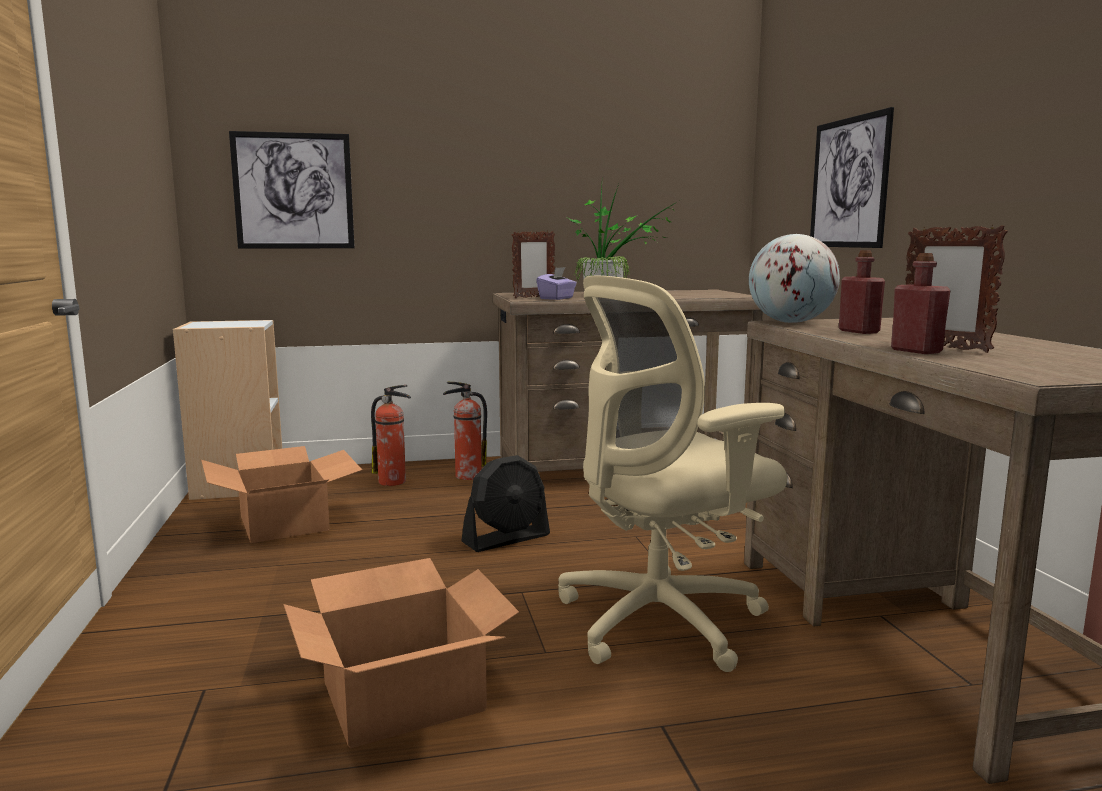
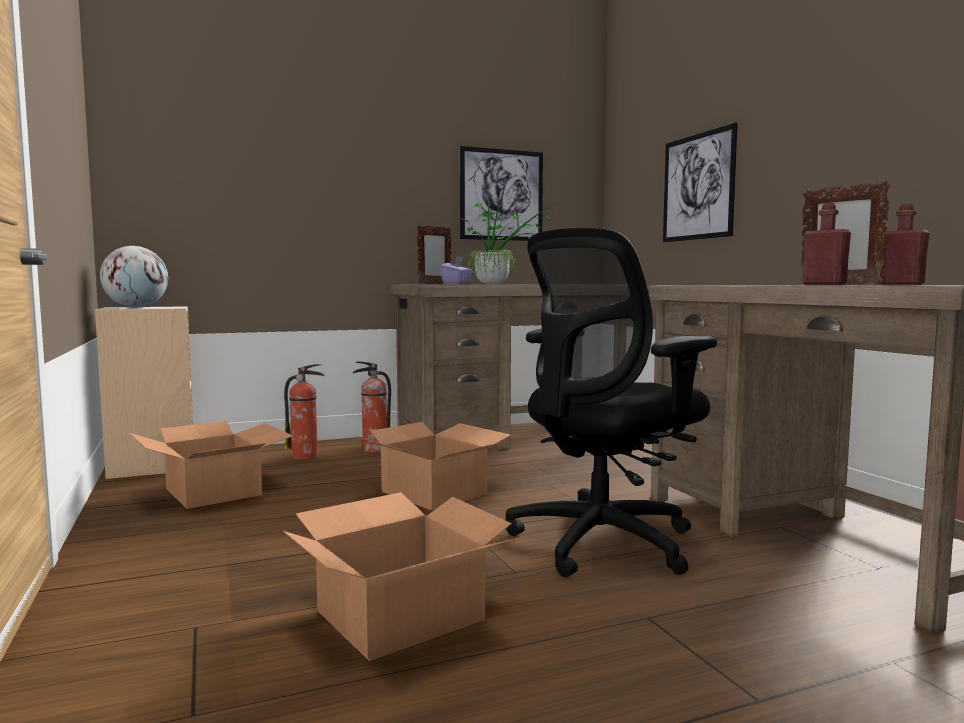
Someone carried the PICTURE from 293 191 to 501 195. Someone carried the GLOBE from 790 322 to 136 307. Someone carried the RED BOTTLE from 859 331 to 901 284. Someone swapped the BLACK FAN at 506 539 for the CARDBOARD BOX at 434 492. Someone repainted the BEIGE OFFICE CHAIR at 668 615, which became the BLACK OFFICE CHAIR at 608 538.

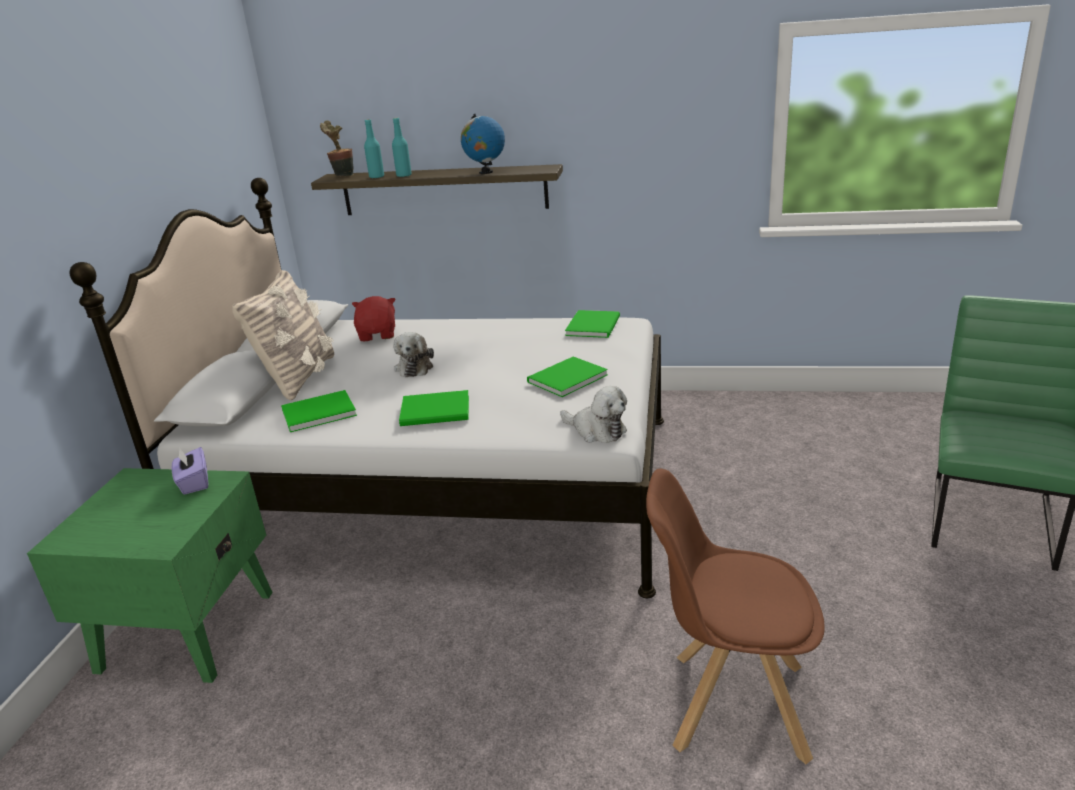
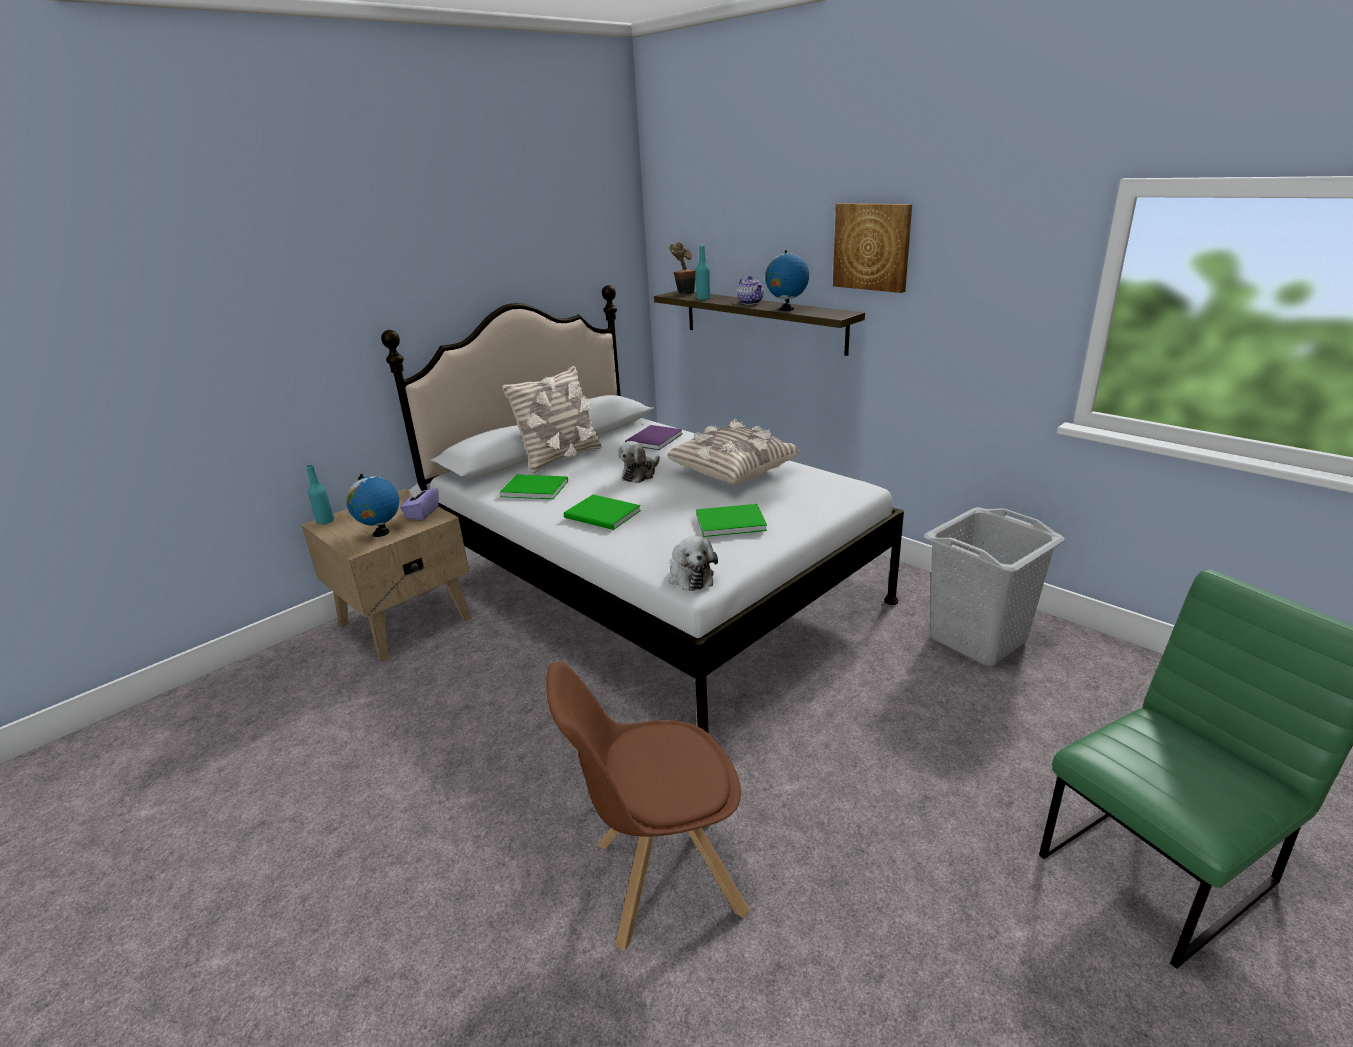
Someone took away the GREEN BOOK at 595 325. Someone put down the GLOBE at 381 533. Someone put down the BEIGE PILLOW at 733 472. Someone put down the TEAPOT at 751 303. Someone put up the PICTURE at 872 247. Someone put down the GREY LAUNDRY BASKET at 978 639. Someone carried the TURQUOISE BOTTLE from 404 175 to 325 521. Someone swapped the RED PLUSH TOY at 378 335 for the PURPLE BOOK at 652 439. Someone repainted the GREEN NIGHTSTAND at 188 629, which became the BEIGE NIGHTSTAND at 406 620. Someone rotated the BROWN CHAIR at 730 704 by 60 degrees counterclockwise.

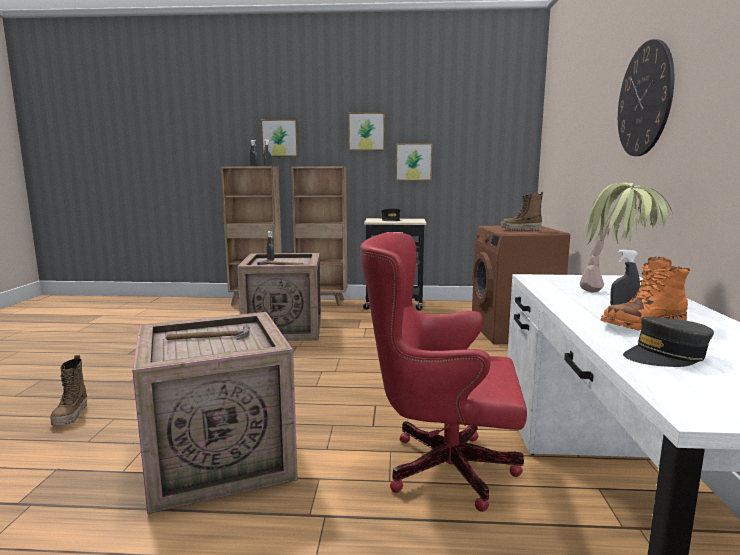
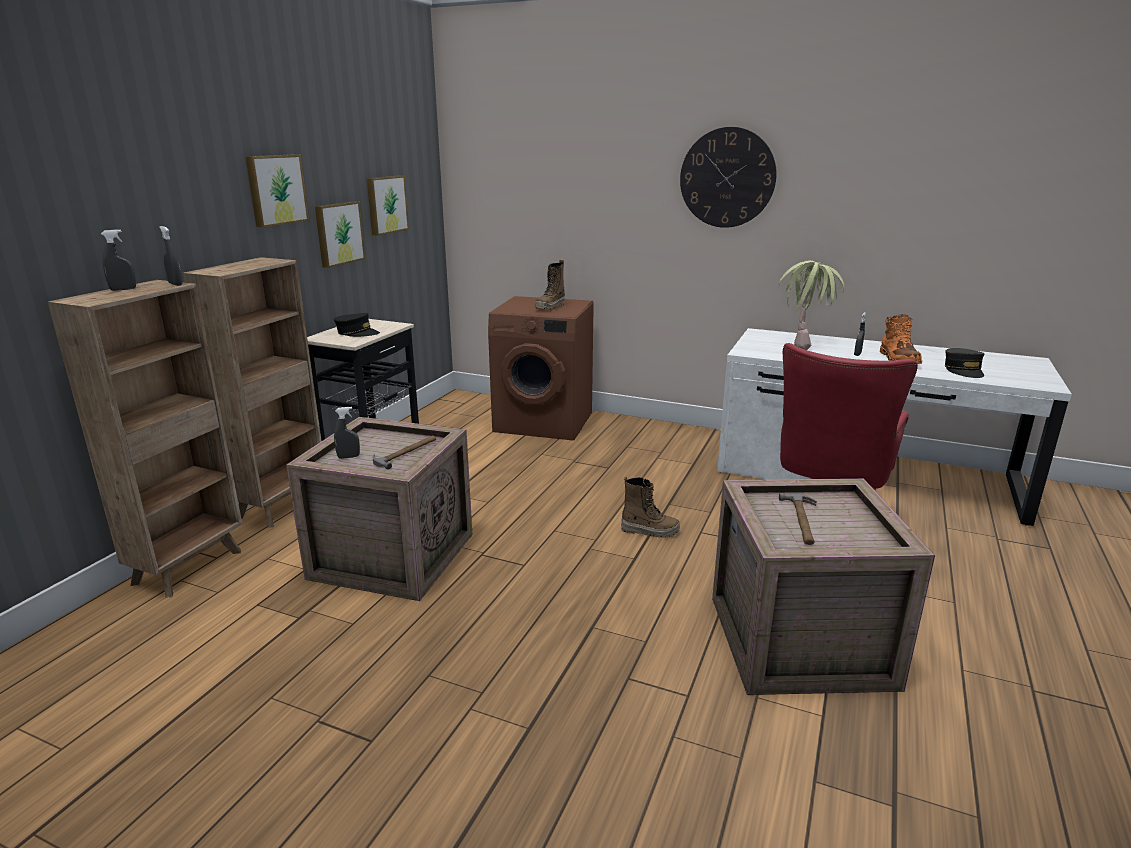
Someone carried the BOOT from 71 416 to 650 531. Someone carried the PICTURE from 280 138 to 386 204.

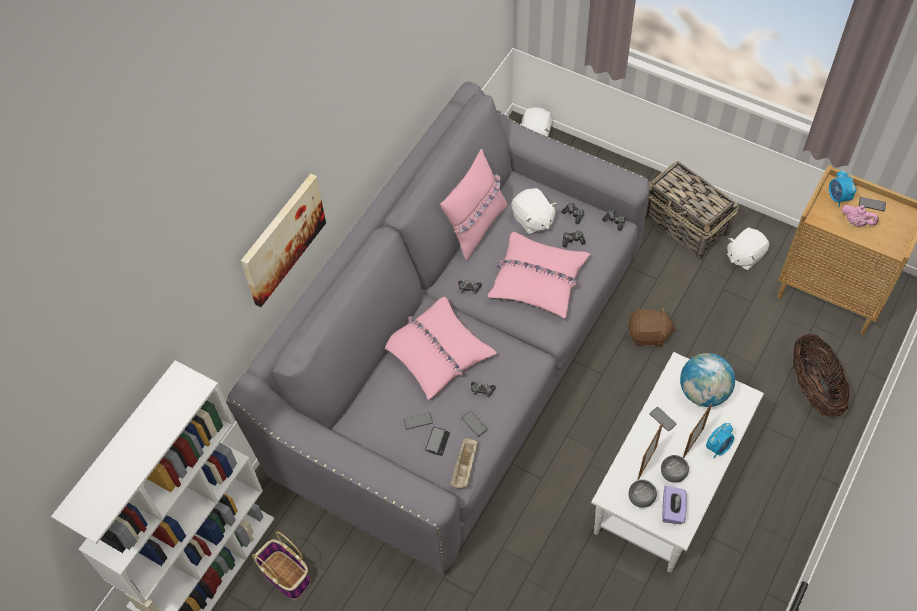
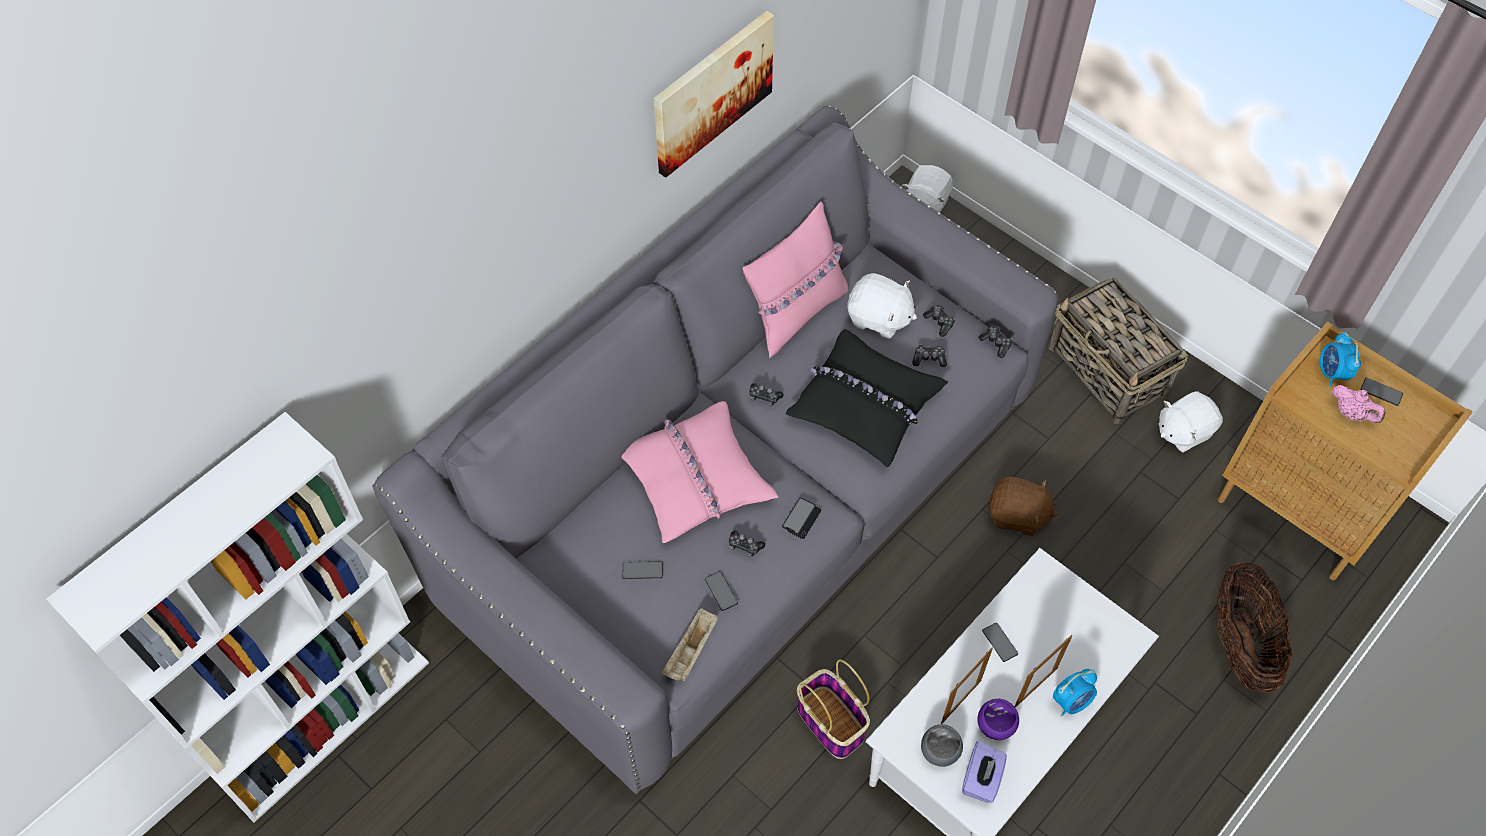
Someone took away the GLOBE at 703 392. Someone carried the PICTURE from 282 239 to 712 92. Someone carried the BASKET from 286 575 to 832 723. Someone carried the PHONE from 437 441 to 801 519. Someone repainted the PINK PILLOW at 537 280, which became the BLACK PILLOW at 864 405. Someone repainted the GREY BOWL at 674 473, which became the PURPLE BOWL at 996 725. Someone rotated the WHITE PLUSH TOY at 532 220 by 45 degrees counterclockwise.

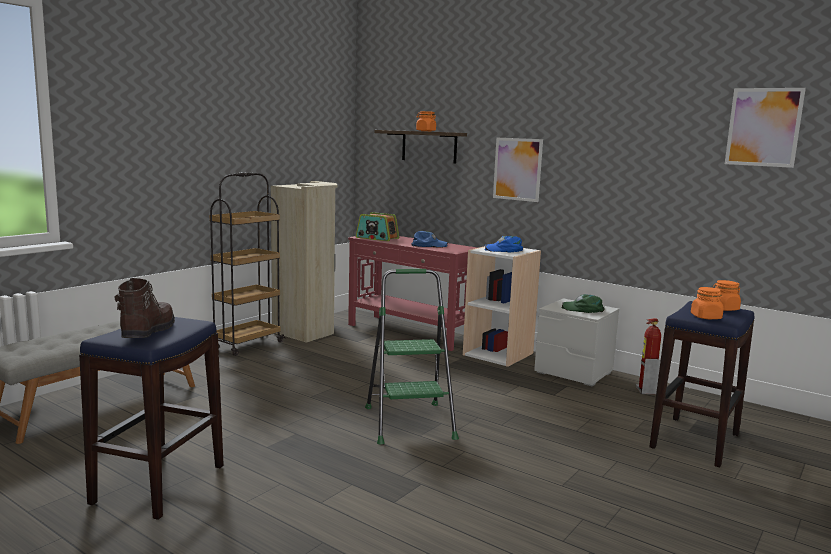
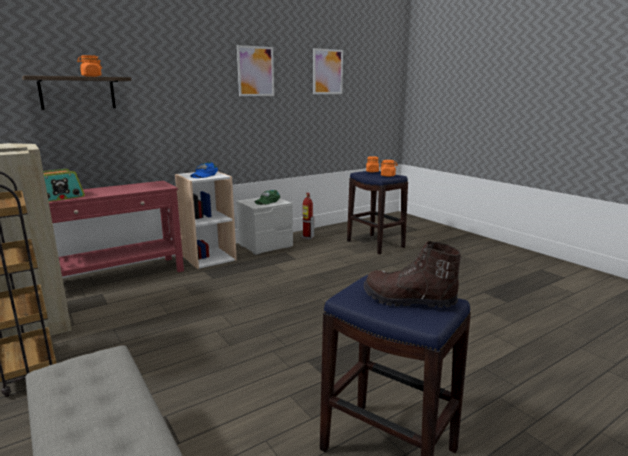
Someone took away the GREEN STEP LADDER at 409 420. Someone took away the BLUE CAP at 428 245. Someone carried the PICTURE from 517 169 to 255 71.

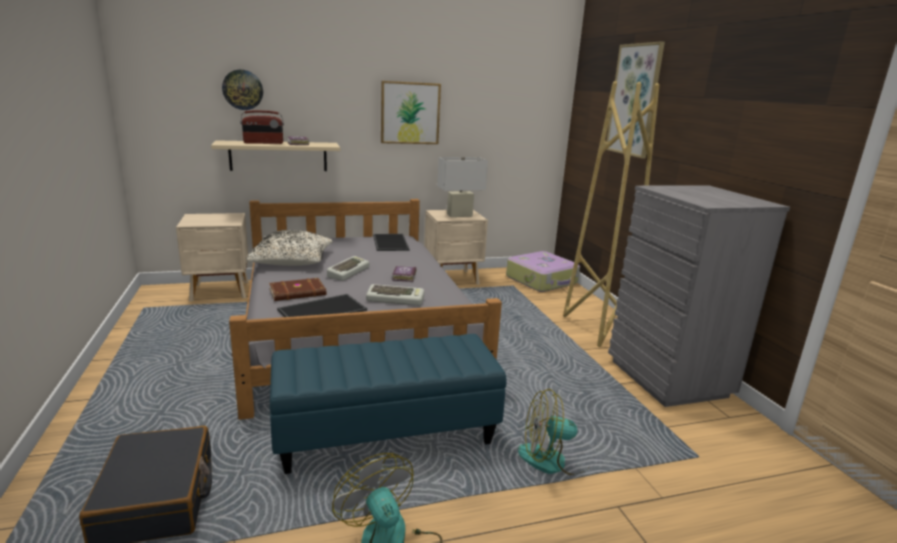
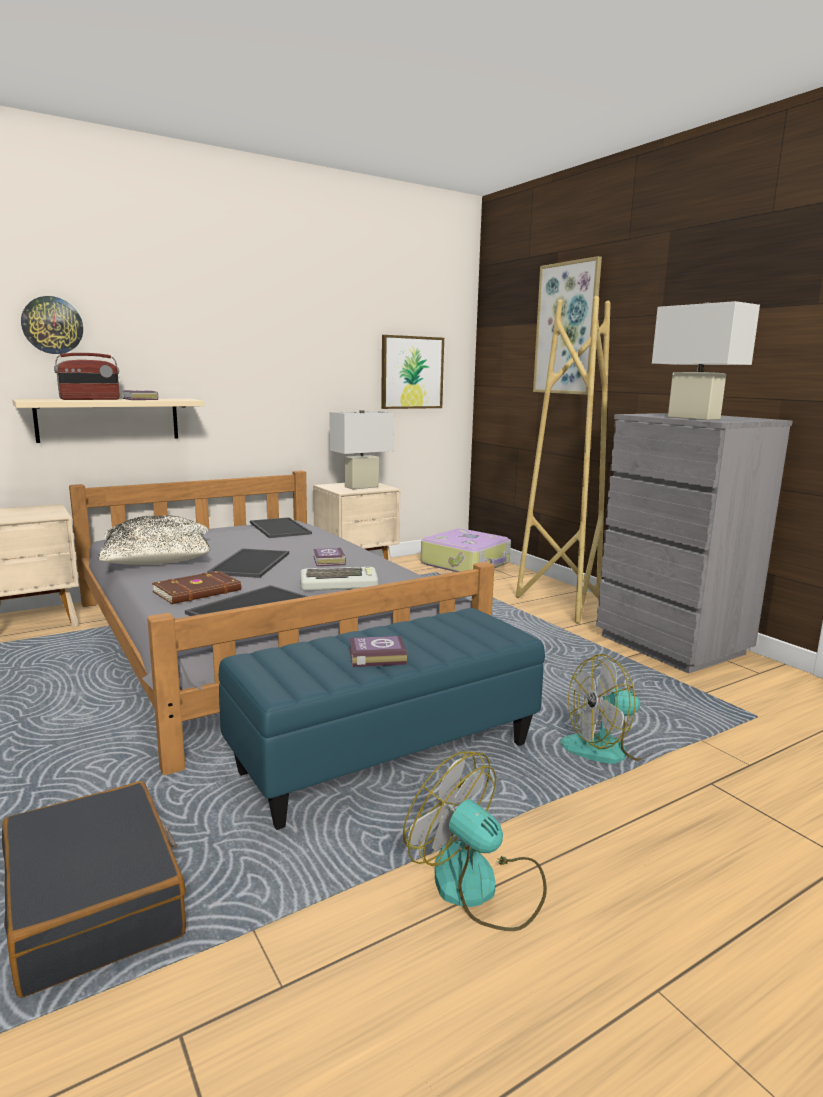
Someone put down the BOOK at 375 656. Someone put down the WHITE TABLE LAMP at 693 418. Someone carried the PICTURE from 410 113 to 412 372. Someone swapped the KEYBOARD at 348 272 for the TRAY at 249 563.

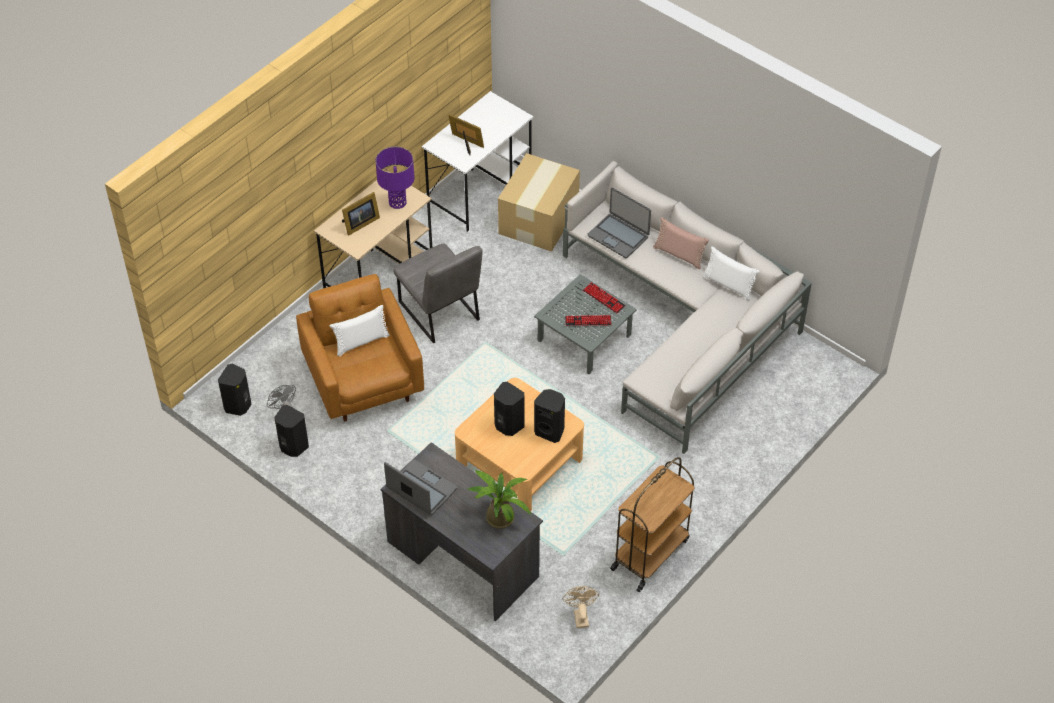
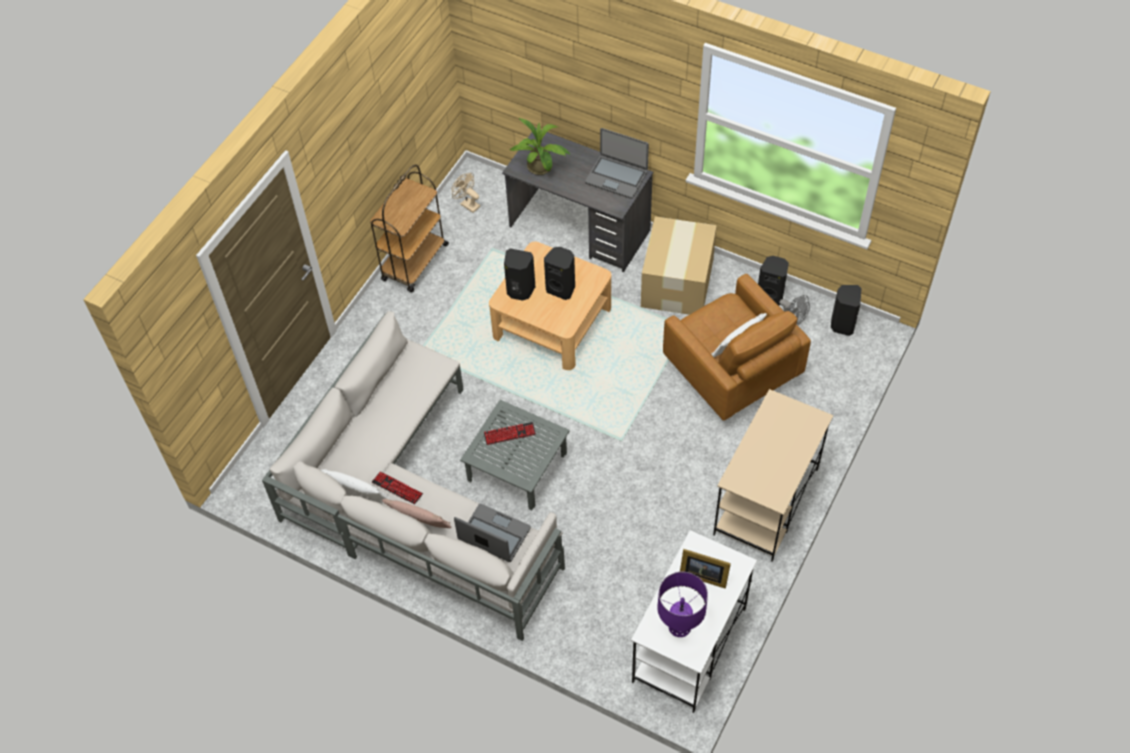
Someone took away the PICTURE FRAME at 359 224. Someone took away the GREY CHAIR at 439 312. Someone carried the PURPLE TABLE LAMP from 398 202 to 679 626. Someone carried the CARDBOARD BOX from 539 219 to 676 284. Someone carried the KEYBOARD from 603 298 to 397 488. Someone rotated the BEIGE FAN at 580 615 by 150 degrees clockwise.

